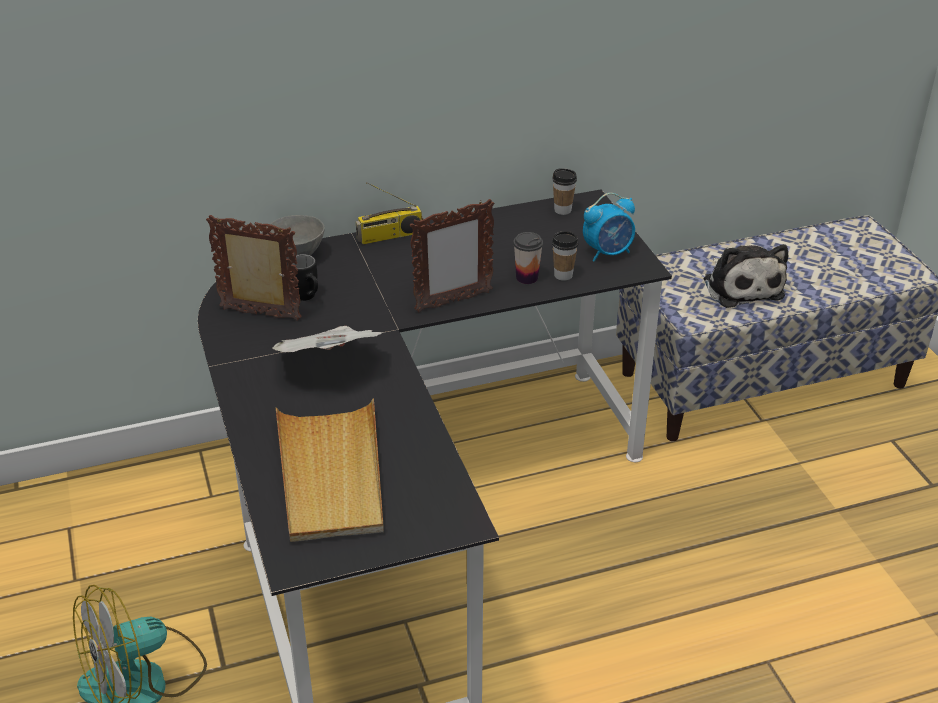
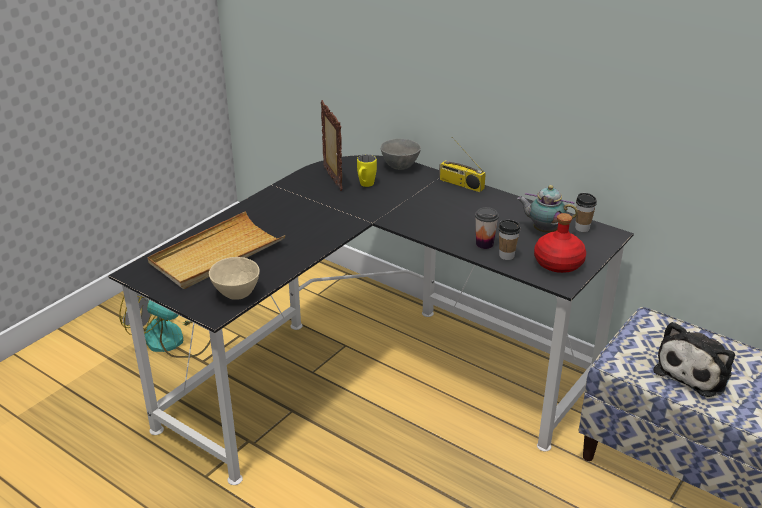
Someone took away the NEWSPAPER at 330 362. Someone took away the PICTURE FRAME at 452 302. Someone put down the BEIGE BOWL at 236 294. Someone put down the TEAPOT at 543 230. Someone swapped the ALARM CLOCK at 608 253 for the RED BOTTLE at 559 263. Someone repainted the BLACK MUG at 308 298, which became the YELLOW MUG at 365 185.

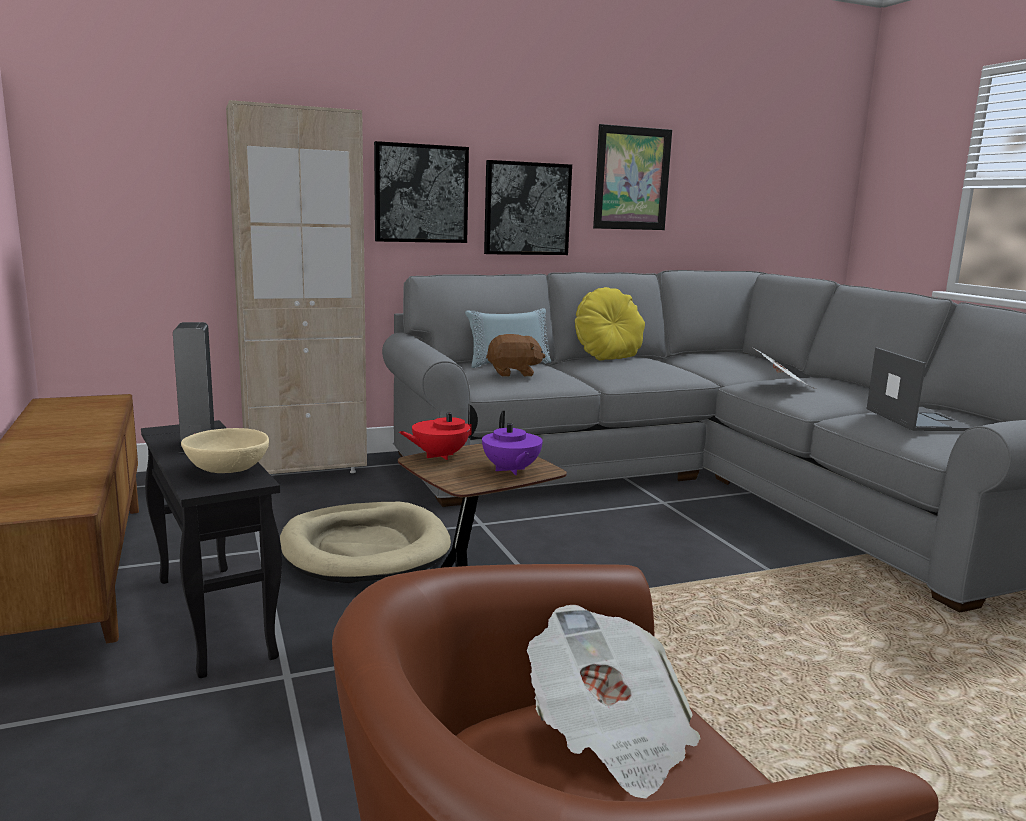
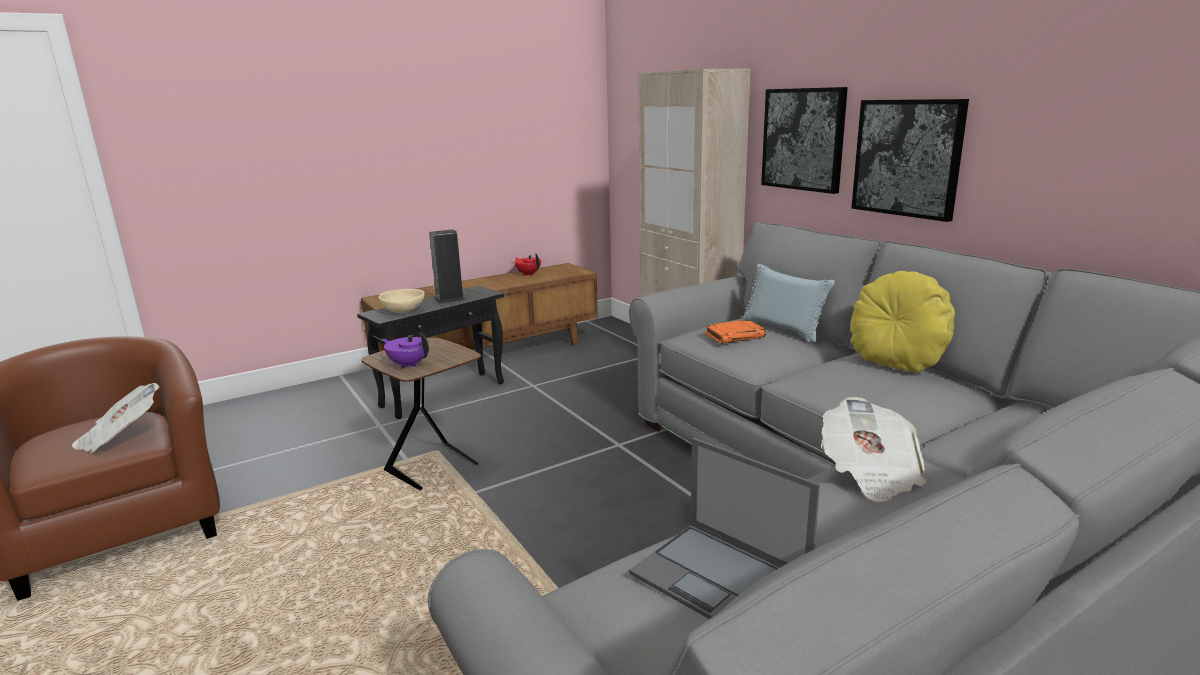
Someone took away the BEIGE DOG BED at 365 549. Someone took away the PICTURE at 632 178. Someone carried the RED TEAPOT from 439 456 to 528 274. Someone swapped the BROWN PLUSH TOY at 513 373 for the ORANGE BOOK at 735 335. Someone rotated the PURPLE TEAPOT at 511 470 by 60 degrees clockwise. Someone rotated the LAPTOP at 916 419 by 60 degrees clockwise.

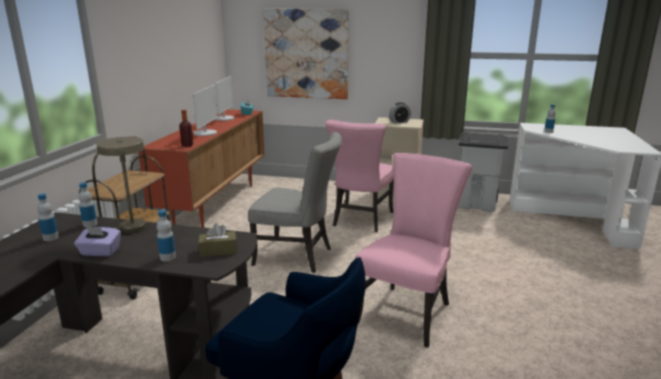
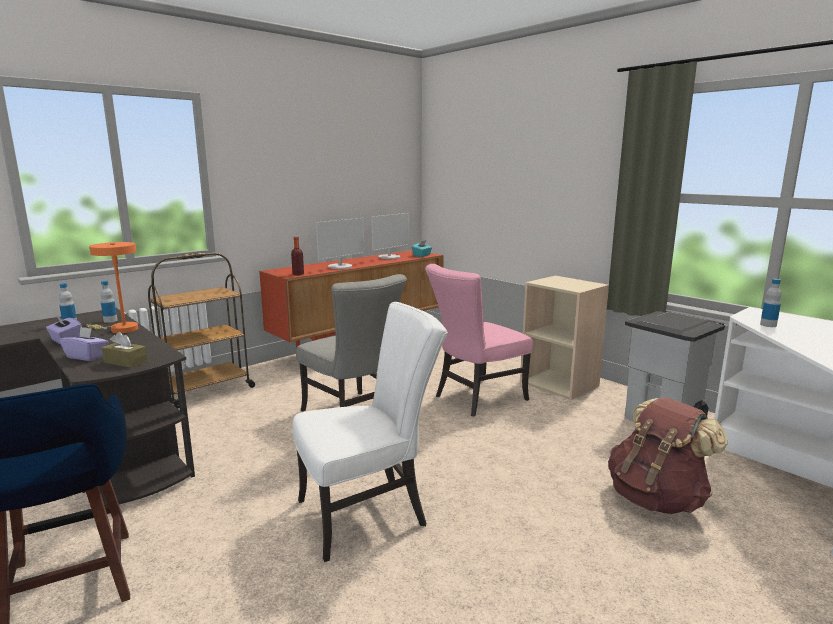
Someone took away the PICTURE at 306 54. Someone took away the ALARM CLOCK at 399 122. Someone put down the BROWN BACKPACK at 656 498. Someone swapped the BOTTLE at 168 257 for the PURPLE TISSUE BOX at 87 356. Someone repainted the BEIGE TABLE LAMP at 127 229, which became the ORANGE TABLE LAMP at 120 329. Someone repainted the PINK CHAIR at 408 310, which became the WHITE CHAIR at 369 512.

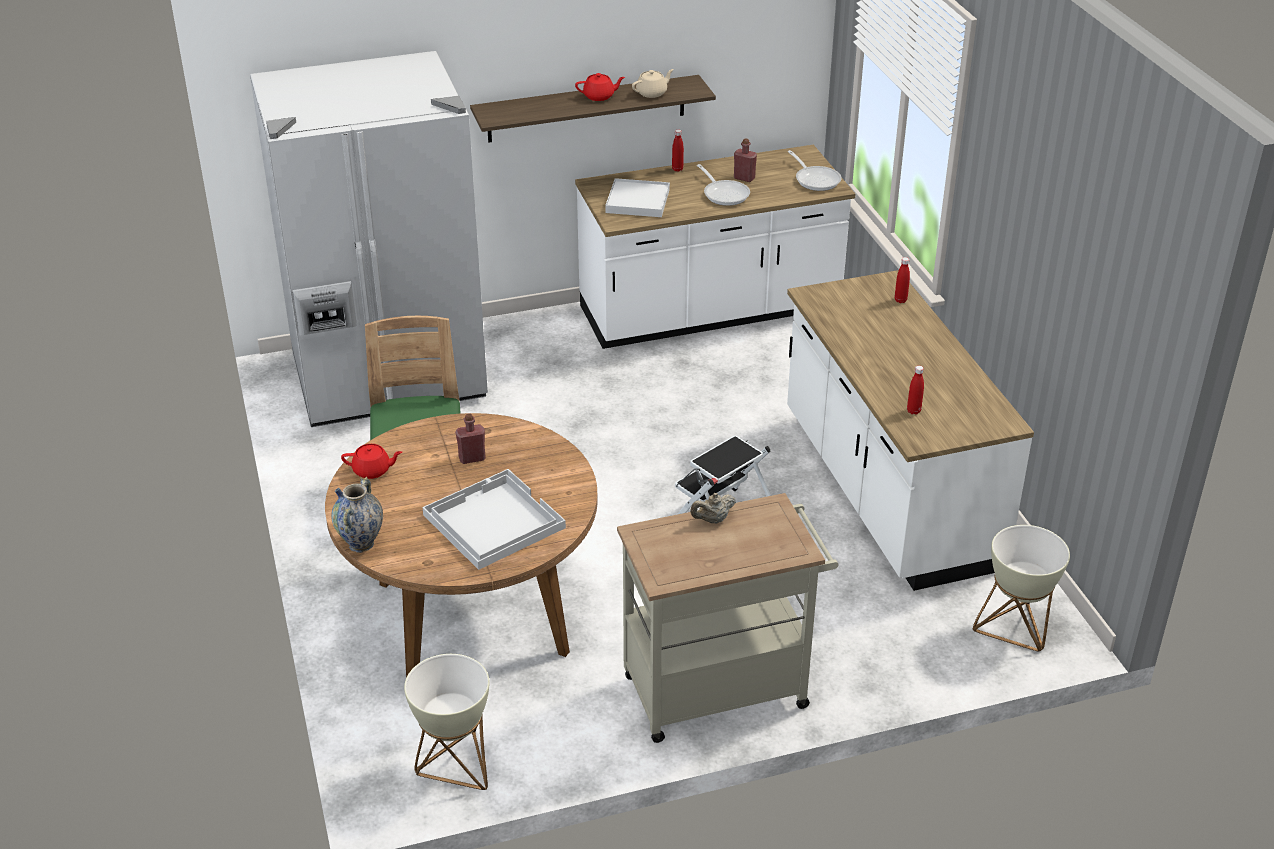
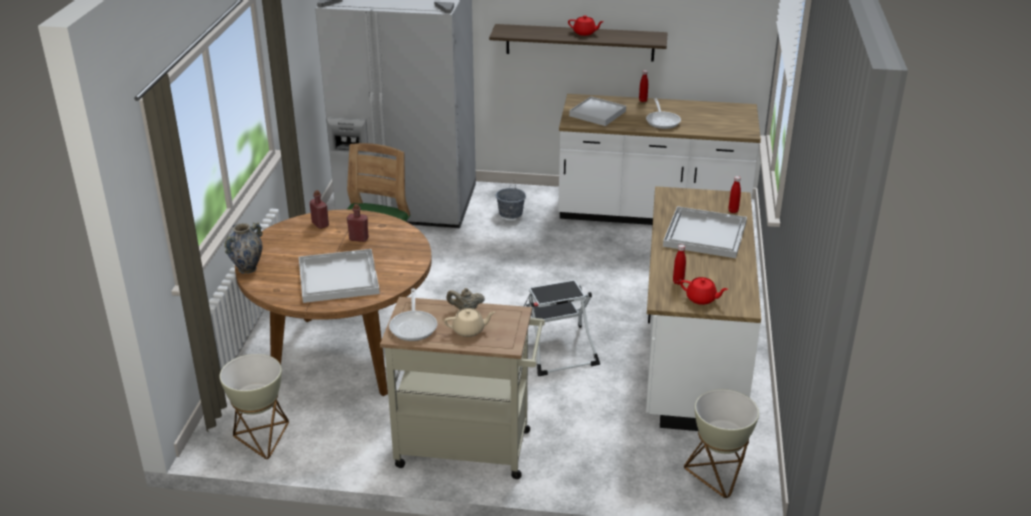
Someone put down the GREY BUCKET at 510 213. Someone put down the WHITE TRAY at 704 234. Someone carried the RED TEAPOT from 372 470 to 701 299. Someone carried the BEIGE TEAPOT from 652 93 to 469 330. Someone carried the RED BOTTLE from 744 178 to 320 224. Someone carried the FRYING PAN from 815 179 to 414 326.

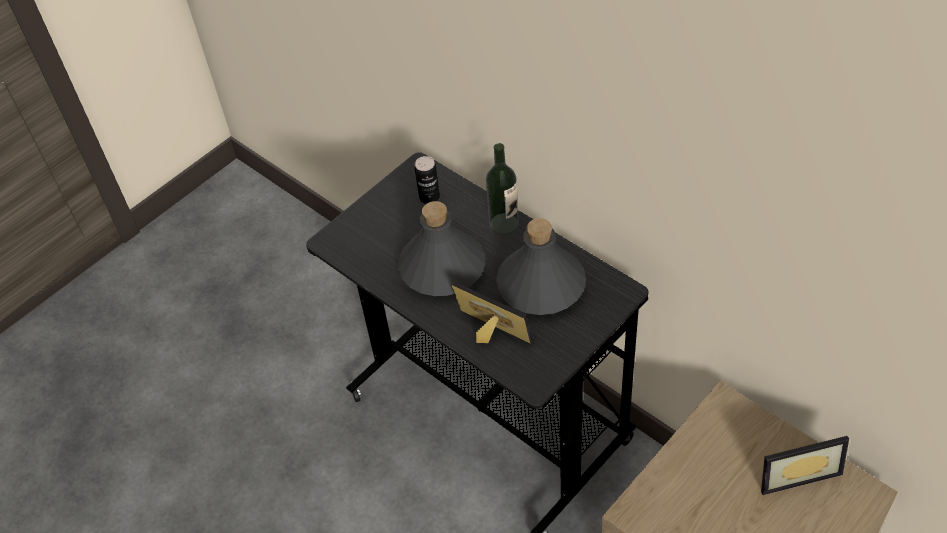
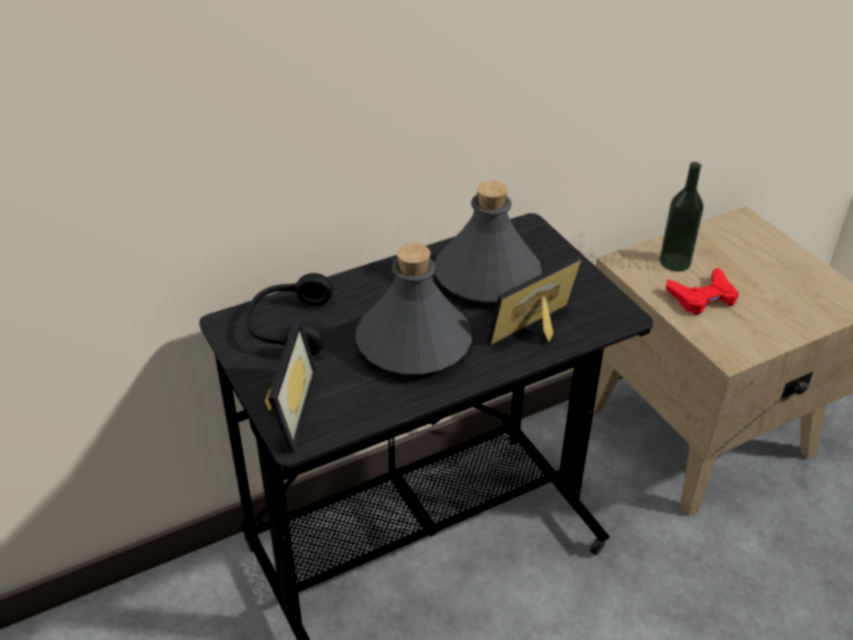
Someone put down the RED GAME CONTROLLER at 703 297. Someone carried the BOTTLE from 504 223 to 675 262. Someone carried the PICTURE FRAME from 796 471 to 284 409. Someone swapped the CAN at 429 197 for the BLACK HEADPHONES at 288 327.

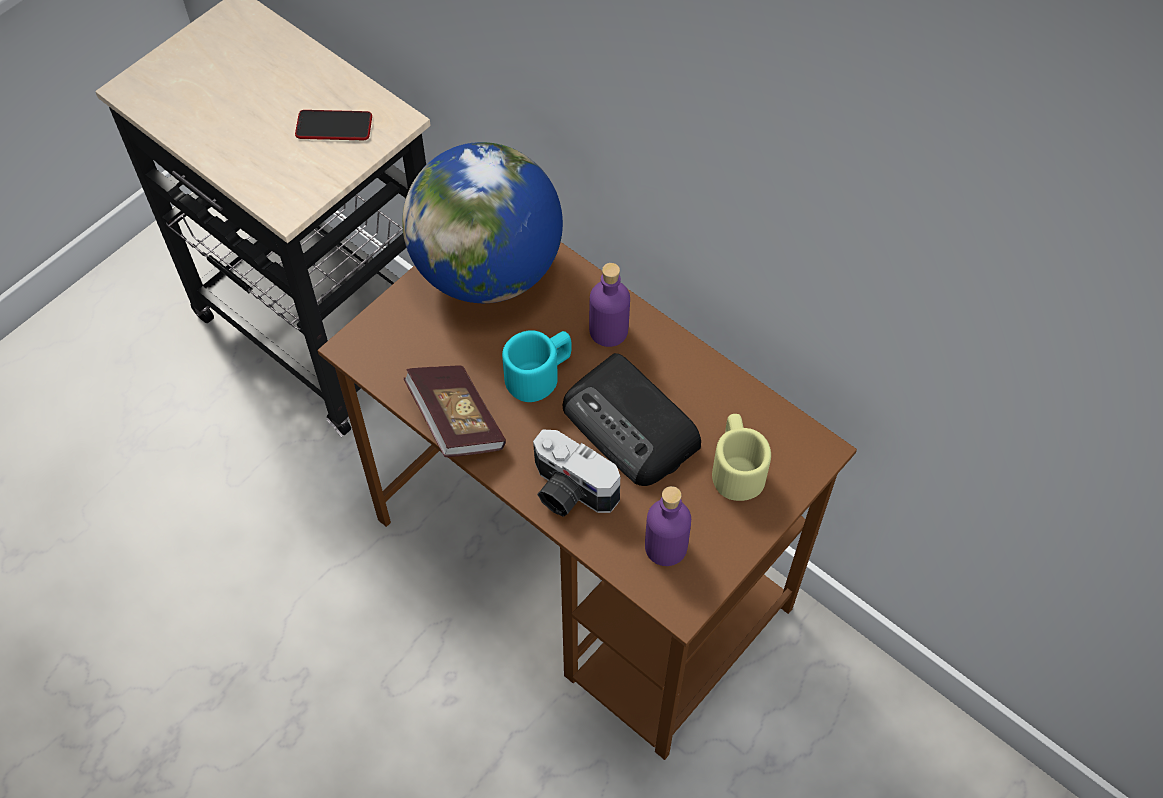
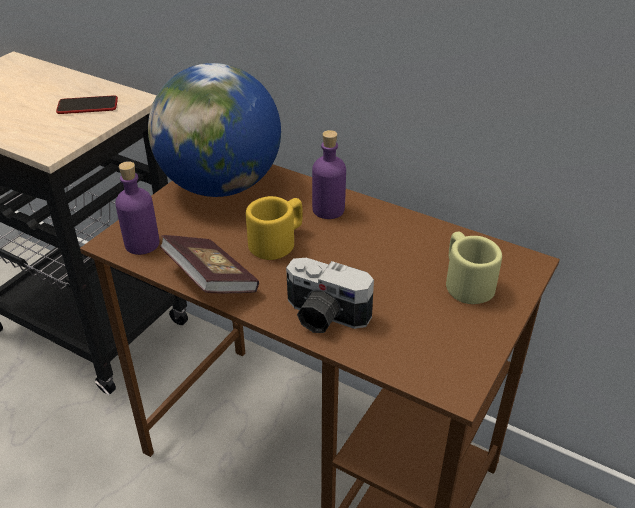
Someone took away the RADIO at 632 427. Someone carried the PURPLE BOTTLE from 665 547 to 142 244. Someone repainted the TURQUOISE MUG at 540 374, which became the YELLOW MUG at 278 242.

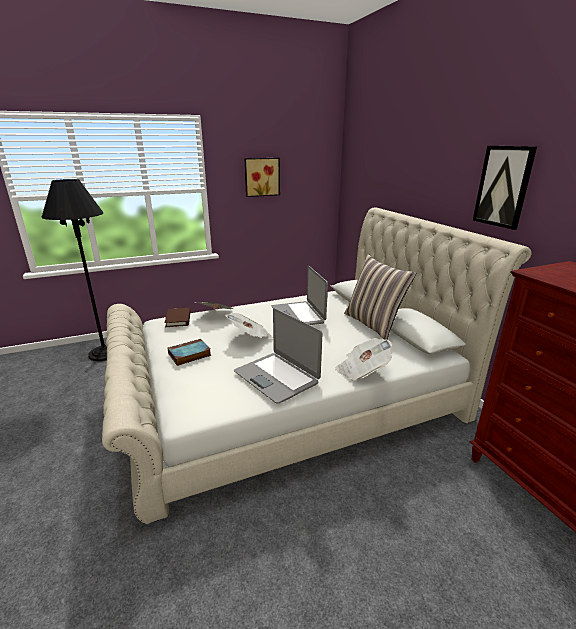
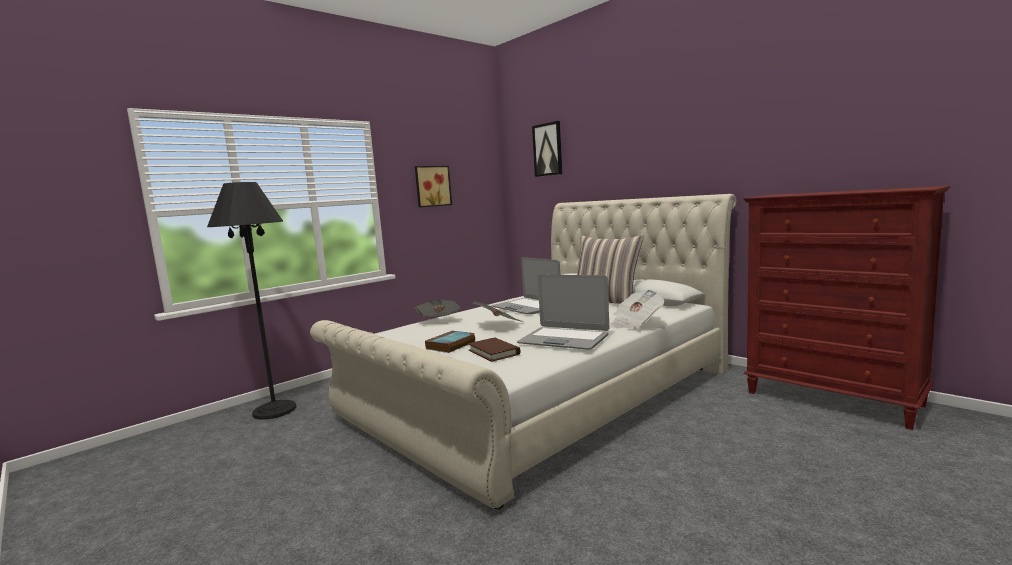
Someone carried the BROWN BOOK from 178 319 to 494 352. Someone carried the PICTURE from 503 186 to 548 149.

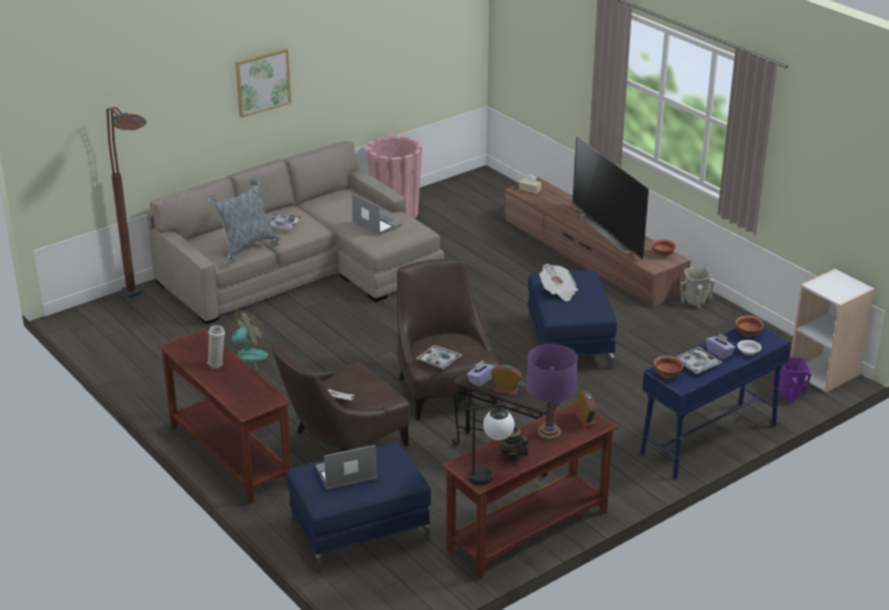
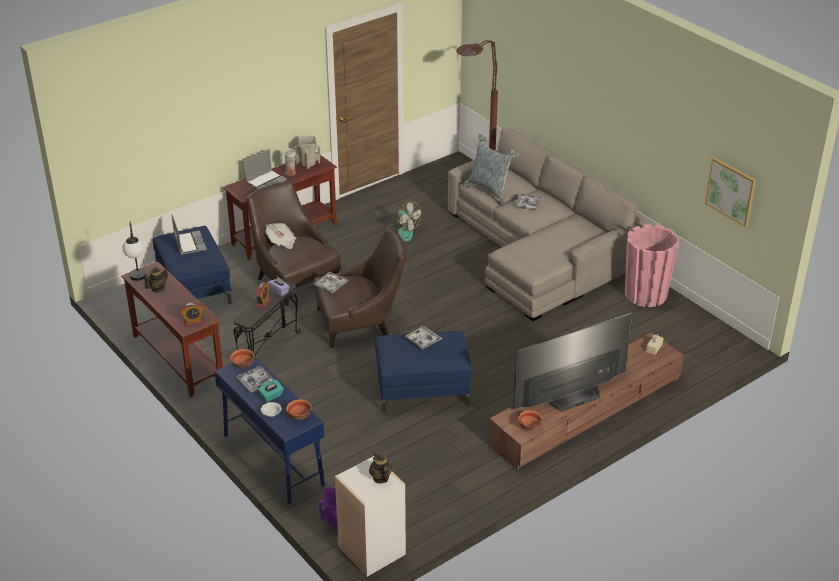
Someone took away the PURPLE TABLE LAMP at 549 434. Someone put down the TEAPOT at 380 478. Someone carried the PICTURE from 262 82 to 731 191. Someone carried the LAPTOP from 375 224 to 266 181. Someone carried the BEIGE VASE from 694 301 to 308 163. Someone swapped the NEWSPAPER at 558 291 for the TRAY at 423 340. Someone repainted the PURPLE TISSUE BOX at 719 353, which became the TURQUOISE TISSUE BOX at 271 396.

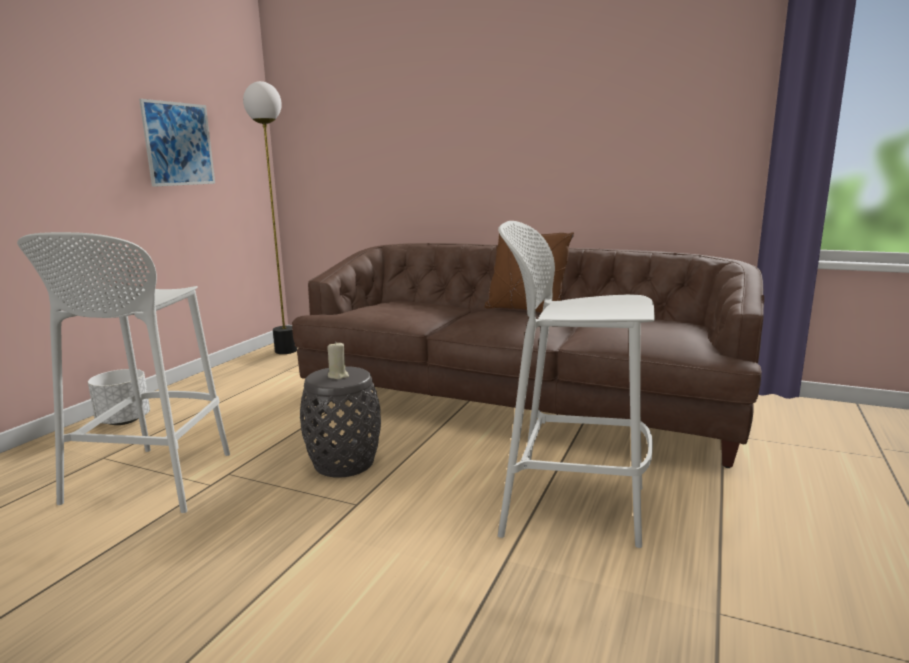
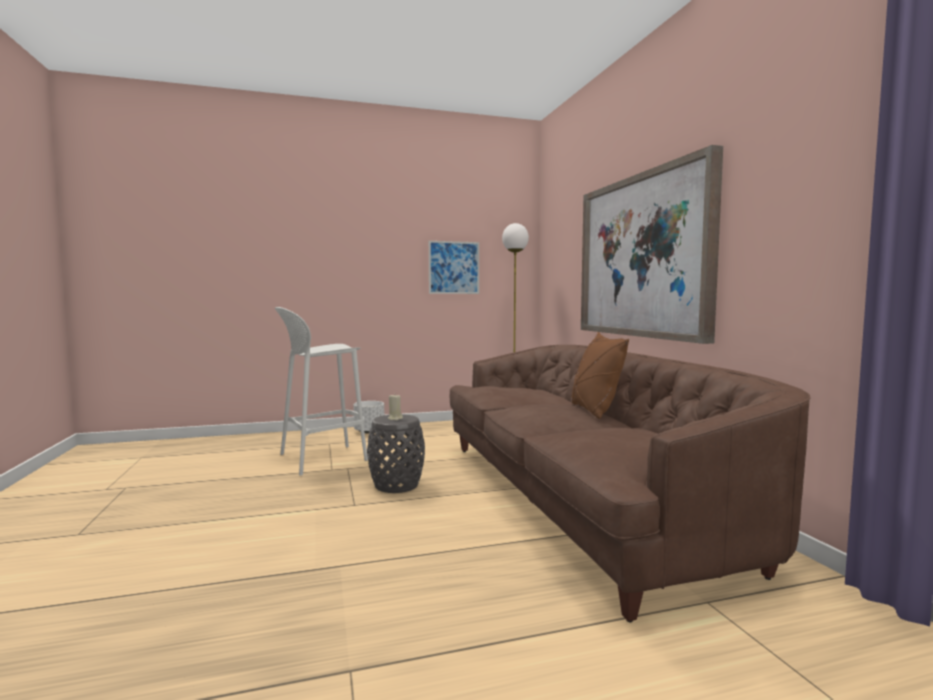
Someone took away the WHITE STOOL at 570 505. Someone put up the PICTURE at 642 256.

